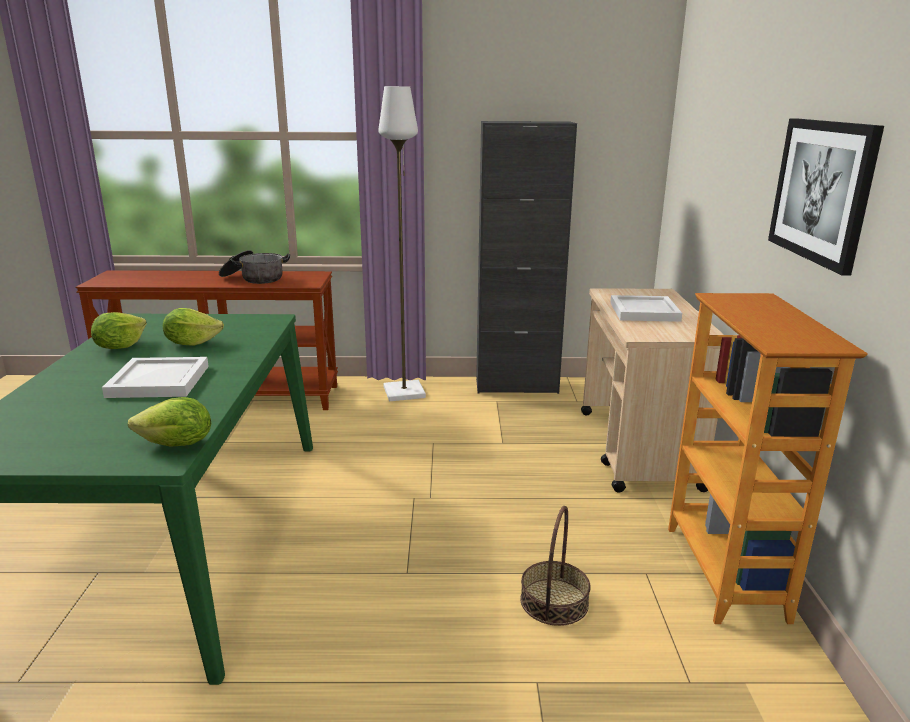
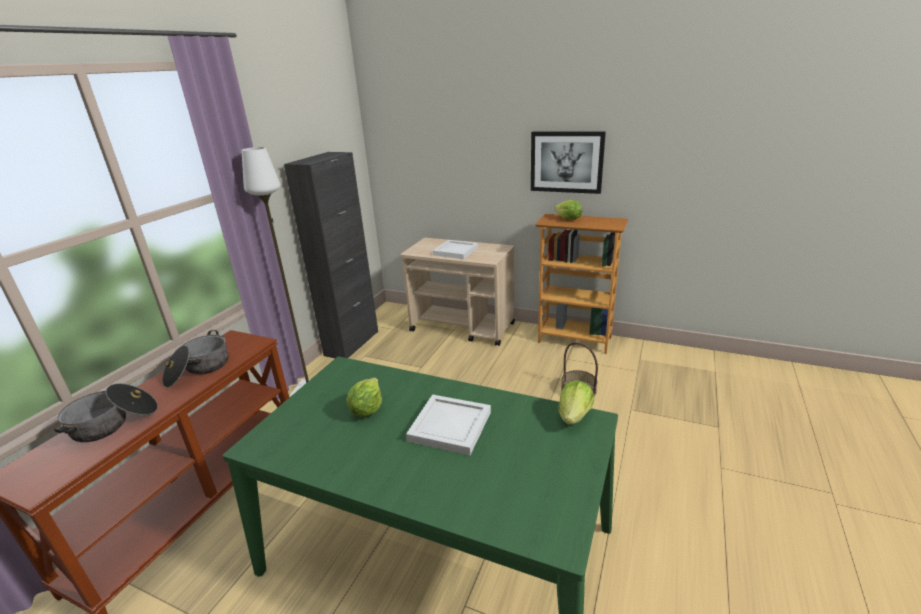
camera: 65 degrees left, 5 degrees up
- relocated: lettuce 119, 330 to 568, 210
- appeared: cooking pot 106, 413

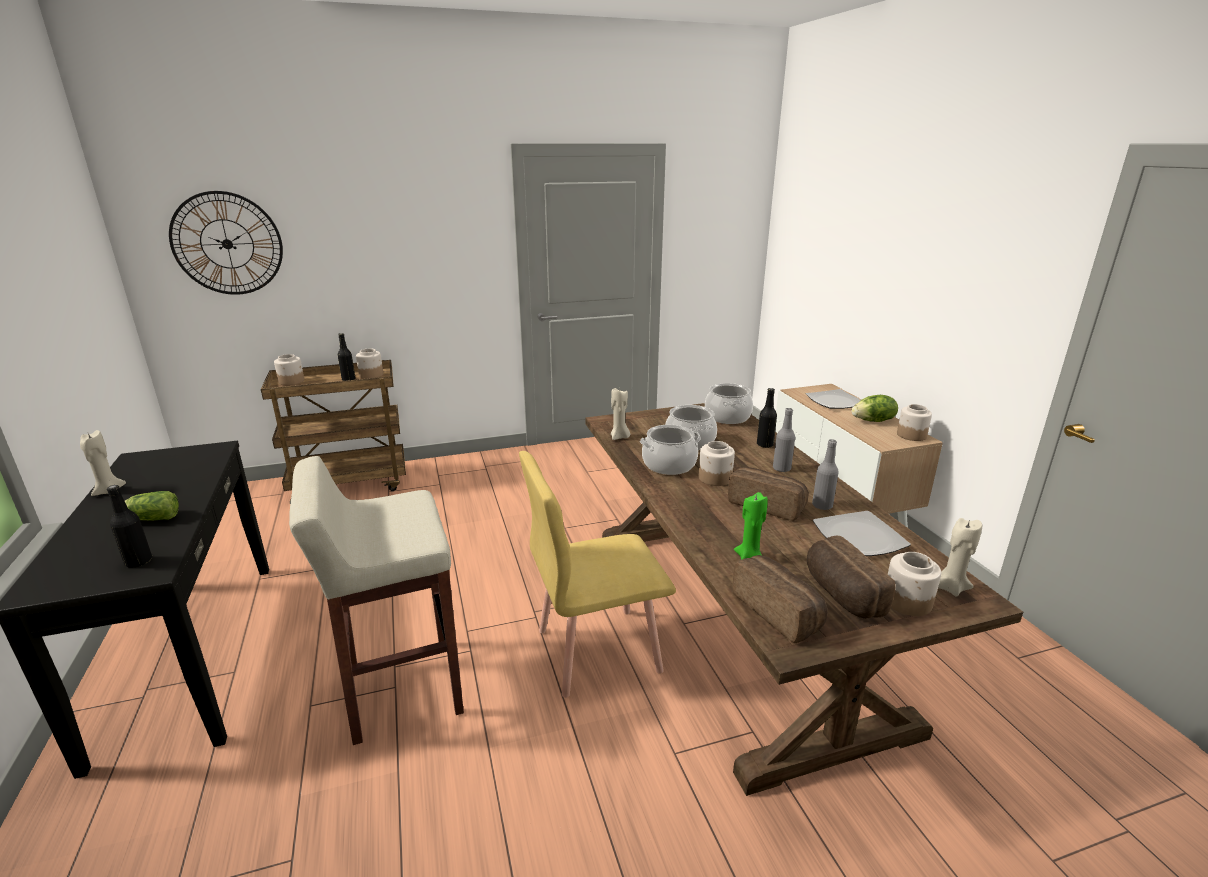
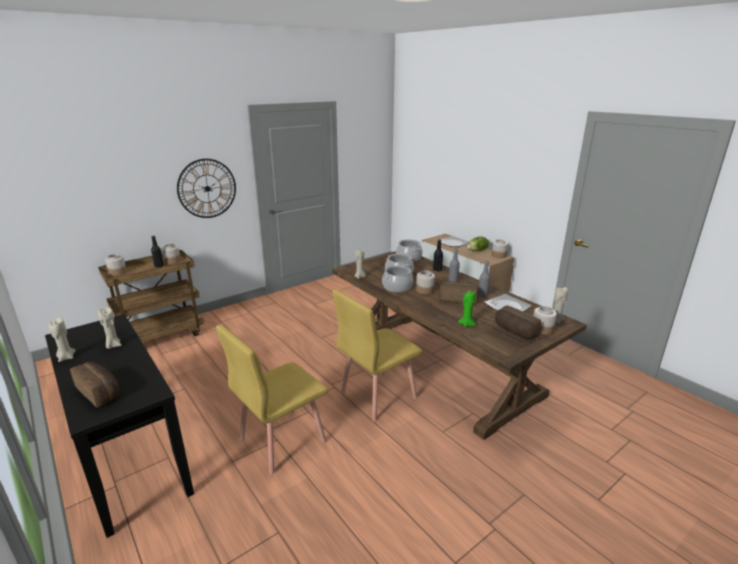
camera: 20 degrees left, 0 degrees up
- relocated: wall clock 226, 243 to 206, 188
- exchanged: beige stool 376, 600 to yellow chair 272, 399
- missing: black bottle 129, 526
- missing: lettuce 152, 506
- relocated: bread 780, 599 to 94, 385
- appeared: beige candle 110, 328

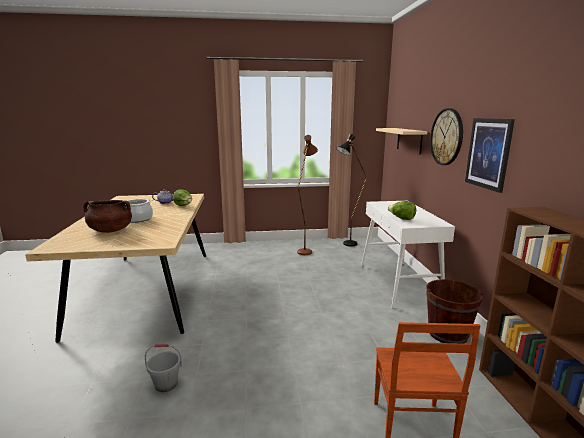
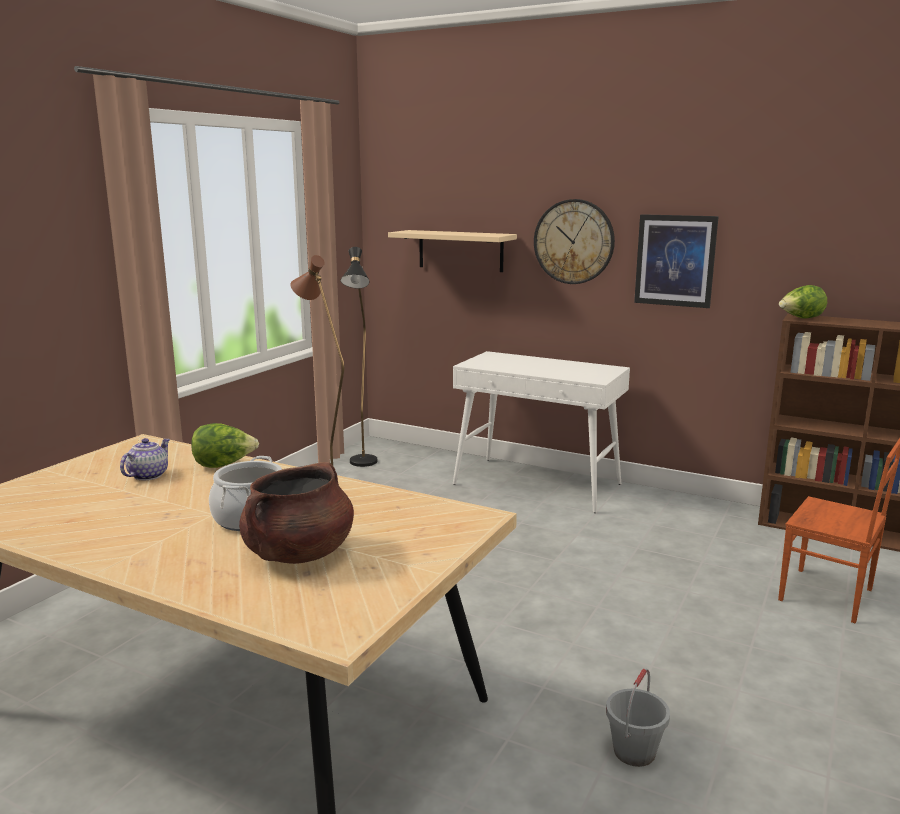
camera: 55 degrees left, 0 degrees up
- relocated: lettuce 402, 210 to 803, 302
- missing: brown bucket 454, 311

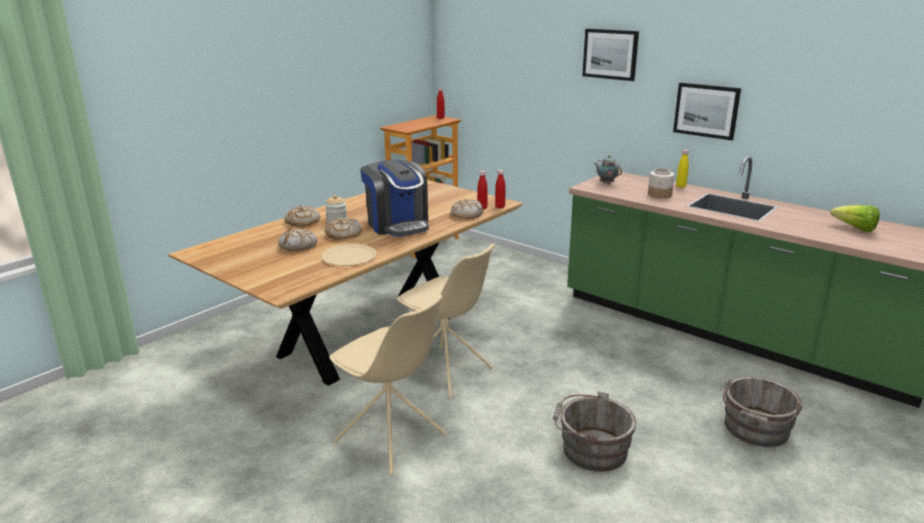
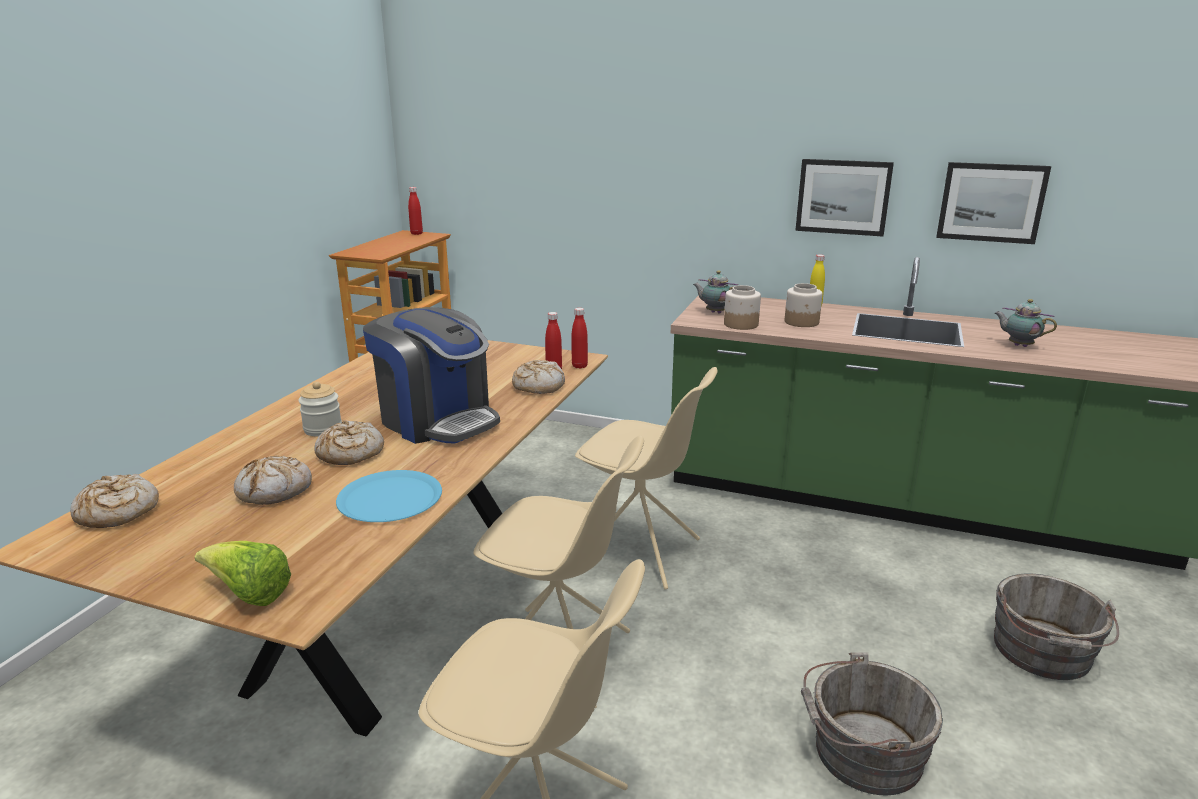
camera: 20 degrees left, 0 degrees up
- relocated: picture 610, 55 to 993, 203
- relocated: bread 302, 215 to 114, 501
- relocated: lettuce 855, 218 to 243, 573
- colour: beige plate 349, 255 to blue plate 389, 496
- appeared: jar 742, 307
- appeared: teapot 1026, 323
- appeared: beige chair 646, 478

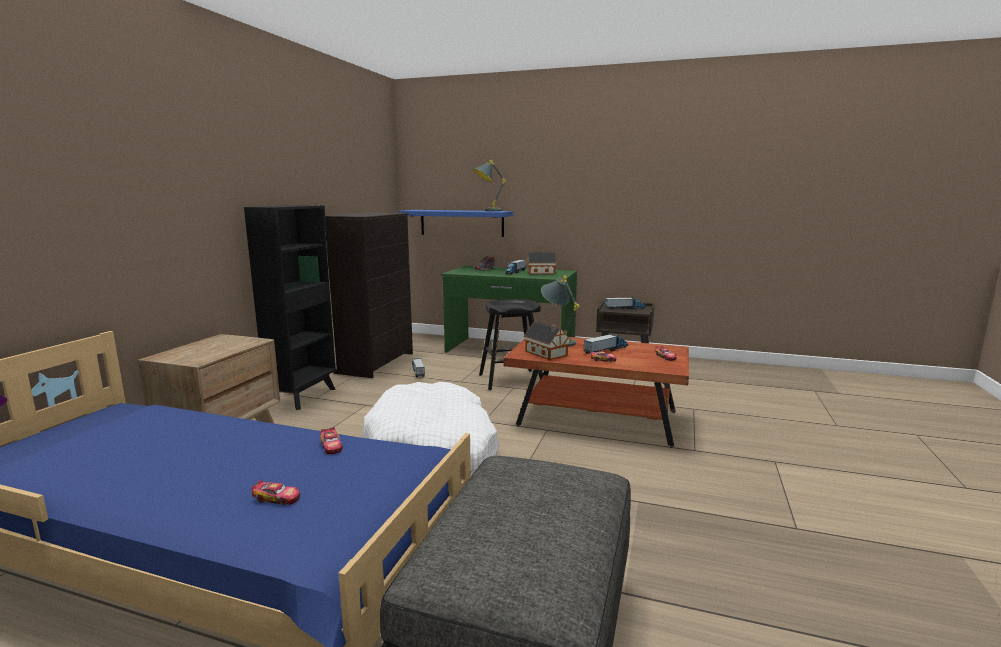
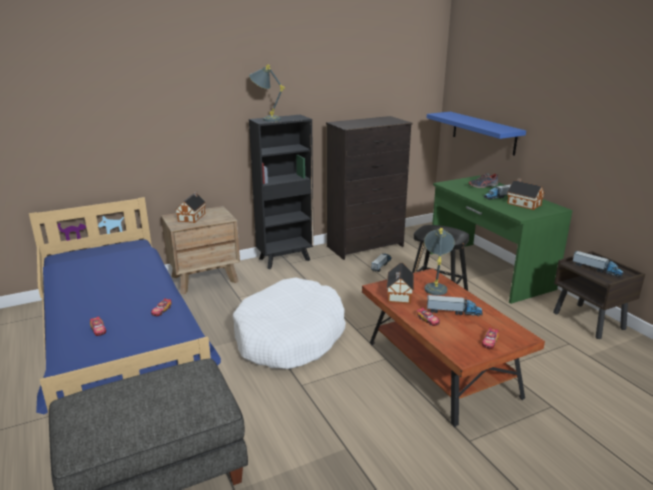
camera: 45 degrees right, 10 degrees up
- relocated: grey table lamp 489, 185 to 267, 93
- appeared: toy house 191, 207

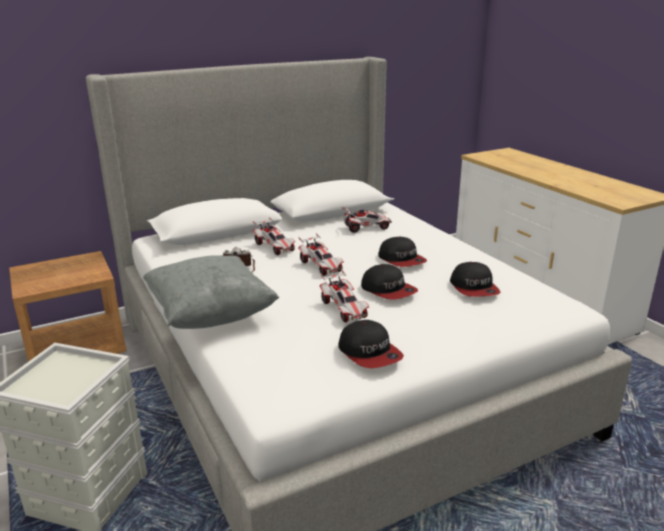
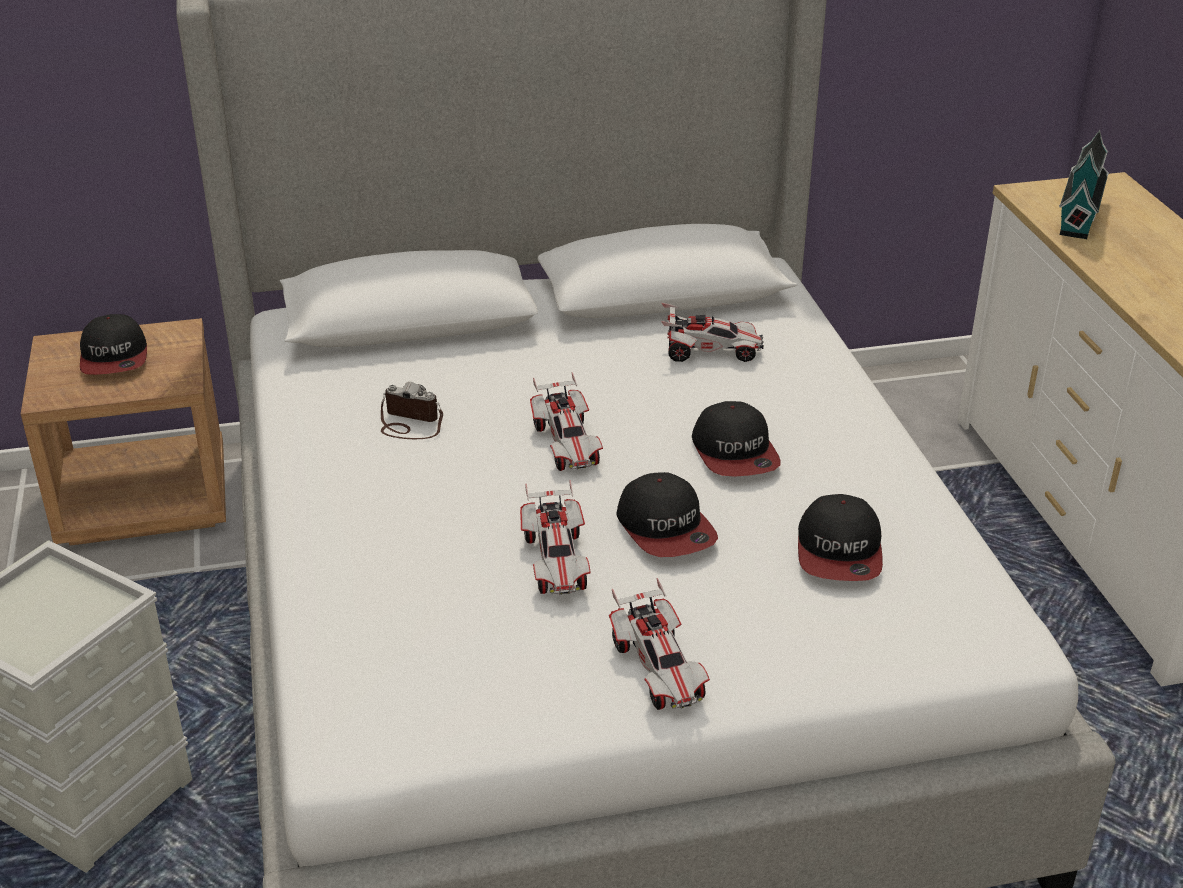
camera: 15 degrees right, 10 degrees up
- relocated: toy car 274, 236 to 659, 644
- missing: grey pillow 211, 292
- relocated: cap 371, 344 to 113, 344
- appeared: toy house 1084, 184

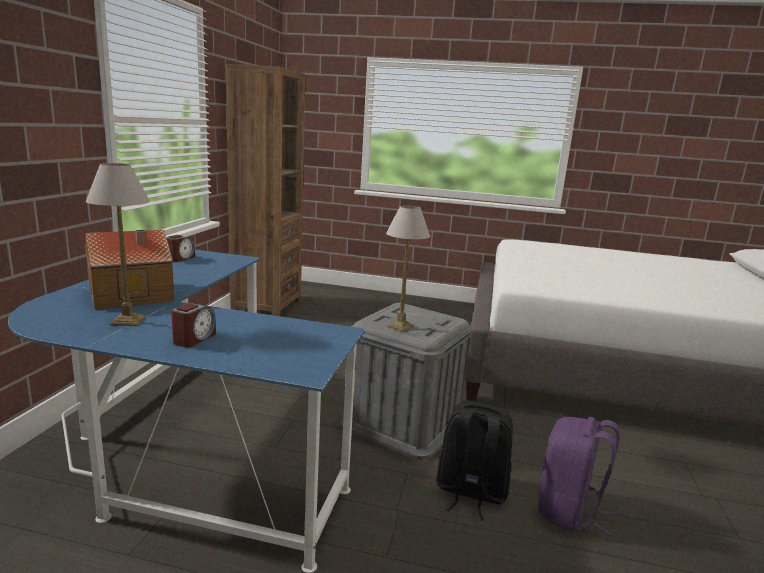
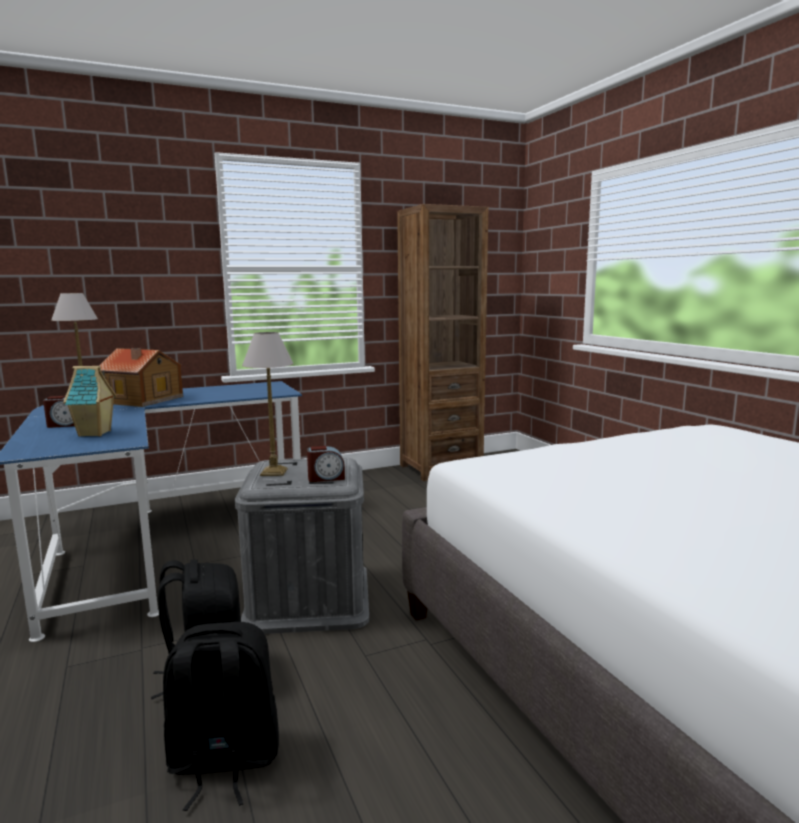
camera: 55 degrees right, 5 degrees down
- relocated: alarm clock 180, 248 to 326, 464
- colour: purple backpack 579, 476 to black backpack 221, 716
- appeared: toy house 90, 401

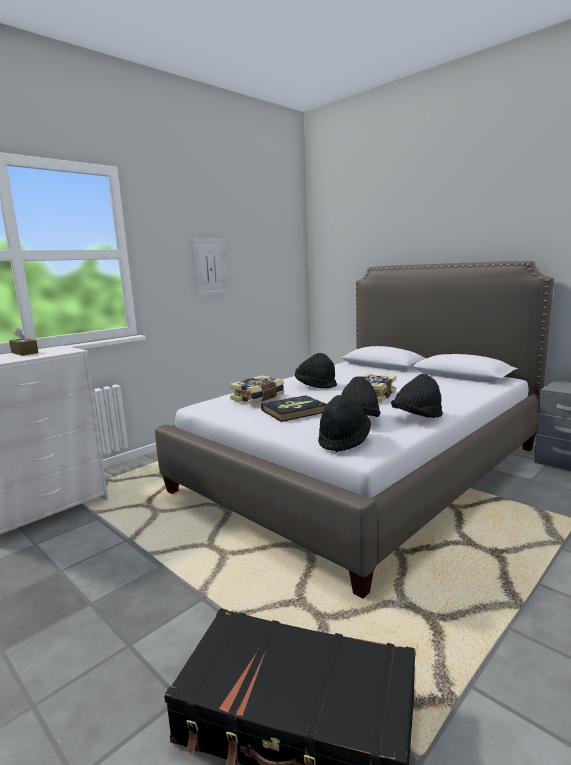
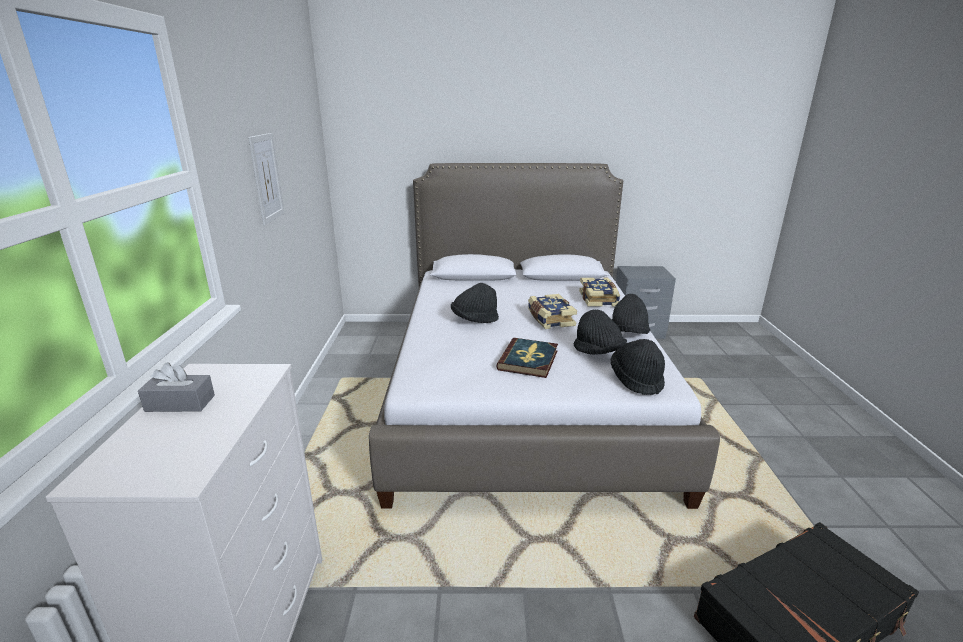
camera: 45 degrees left, 10 degrees up
- colour: brown tissue box 23, 342 to grey tissue box 176, 387
- relocated: book 256, 389 to 599, 292

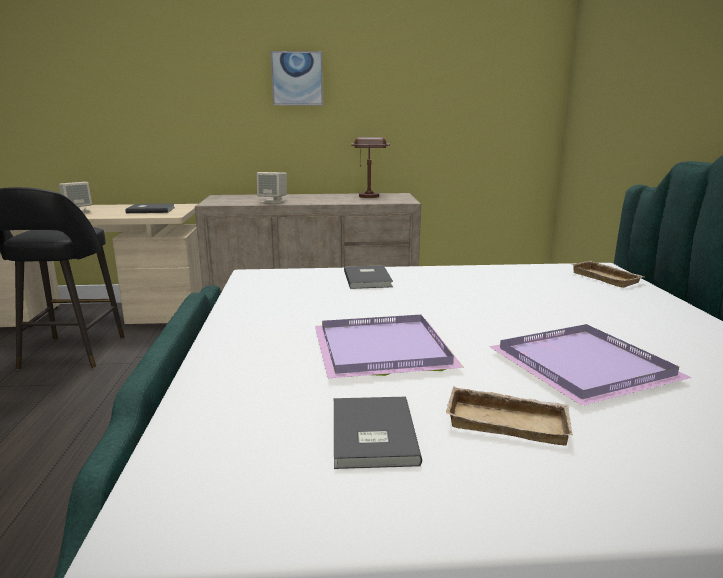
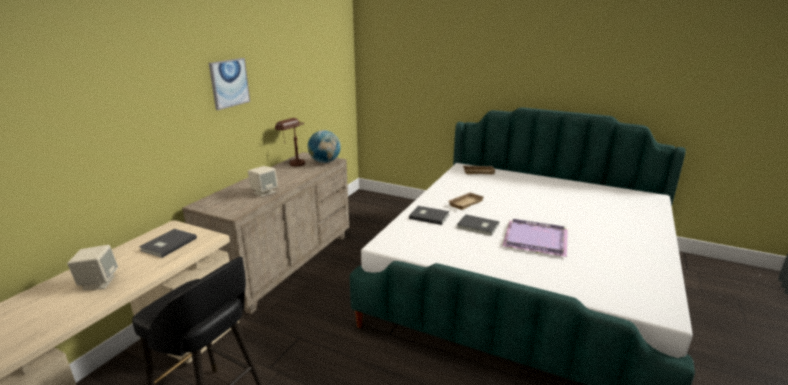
camera: 60 degrees left, 5 degrees up
- missing: purple tray 590, 365
- relocated: beige tray 509, 416 to 465, 201
- relocated: grey book 378, 433 to 478, 225
- appeared: globe 324, 146

